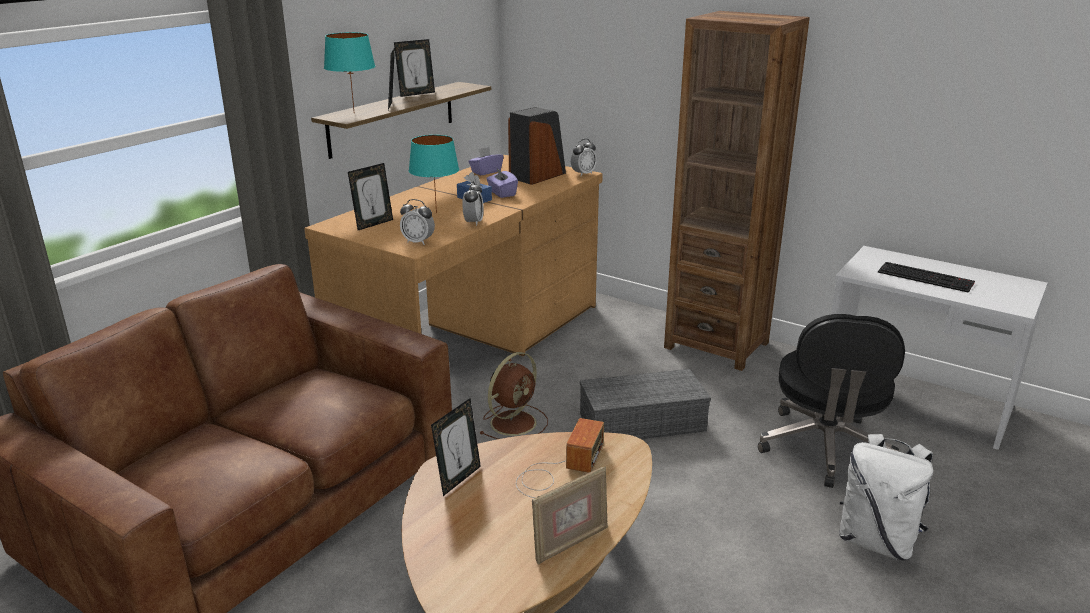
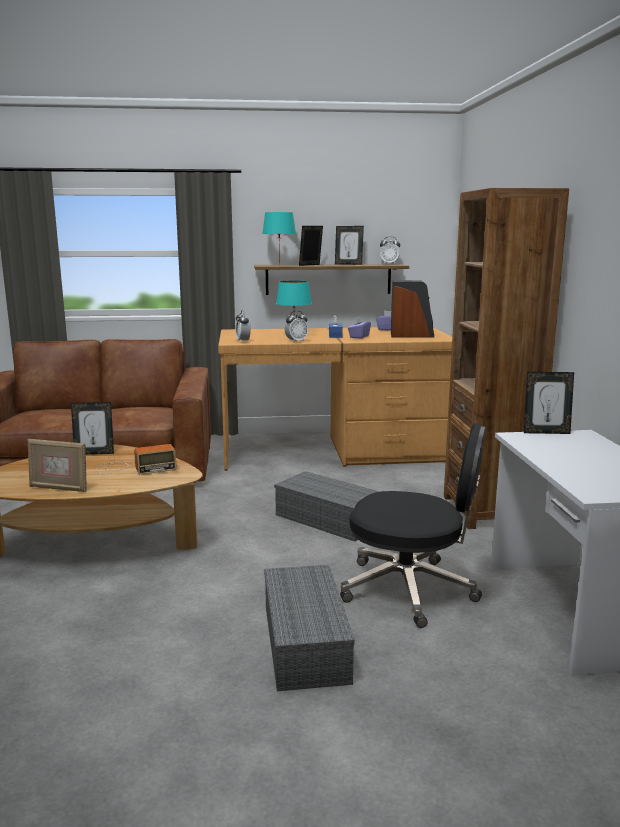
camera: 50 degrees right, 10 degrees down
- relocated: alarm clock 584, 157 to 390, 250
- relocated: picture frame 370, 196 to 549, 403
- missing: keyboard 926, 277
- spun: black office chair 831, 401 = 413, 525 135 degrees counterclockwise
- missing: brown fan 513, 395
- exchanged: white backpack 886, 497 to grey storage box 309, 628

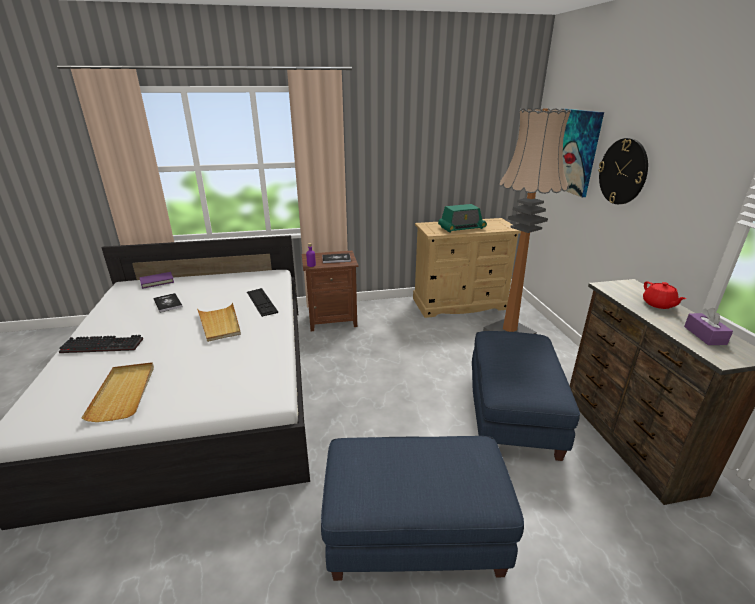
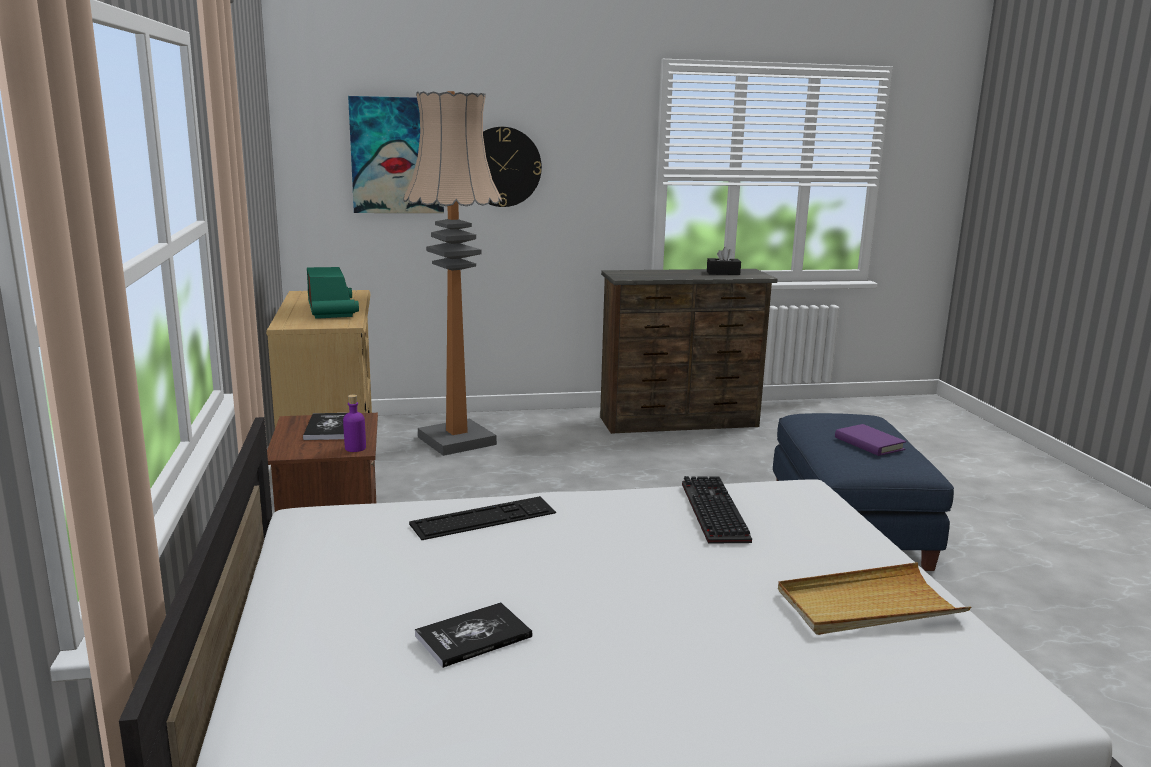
camera: 90 degrees left, 10 degrees down
- relocated: purple book 156, 280 to 870, 440
- missing: red teapot 664, 295
- missing: beige tray 219, 322
- colour: purple tissue box 708, 326 to black tissue box 724, 261
- missing: blue ottoman 526, 396
- relocated: keyboard 101, 344 to 717, 510

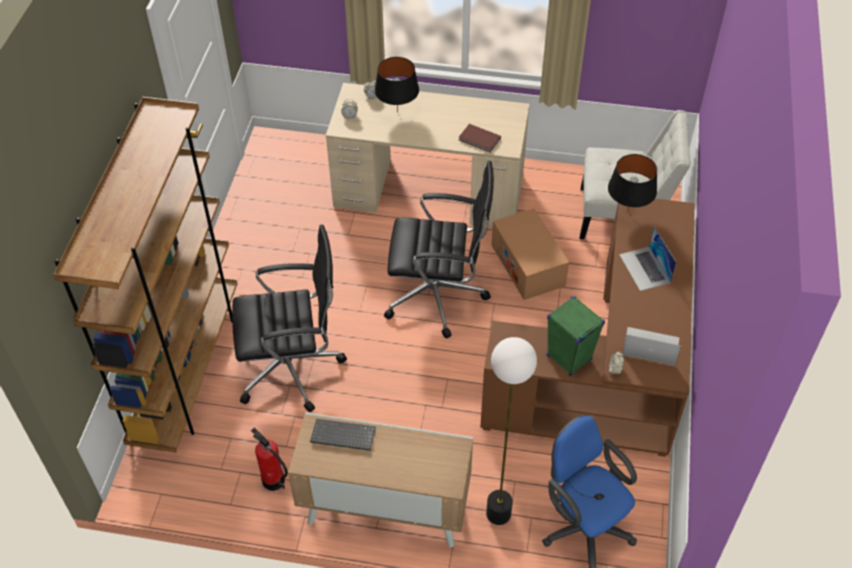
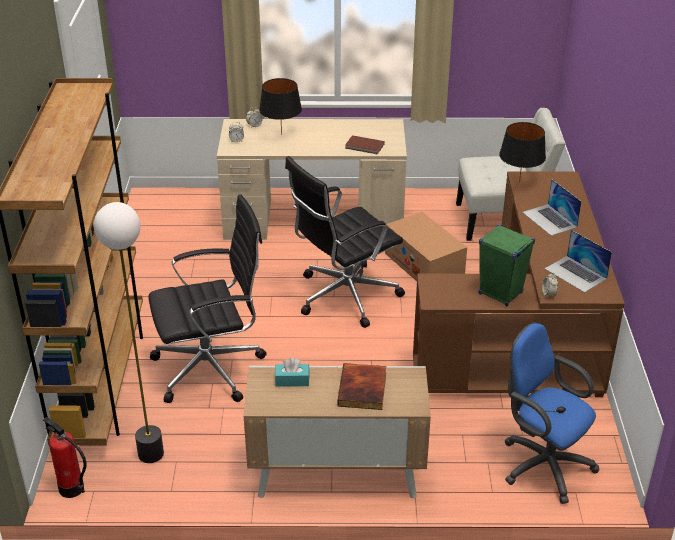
camera: 10 degrees left, 15 degrees down
- spun: black office chair 439, 249 = 345, 242 150 degrees clockwise
- spun: laptop 651, 346 = 578, 261 135 degrees counterclockwise
- relocated: floor lamp 511, 431 to 129, 332
- exchanged: keyboard 343, 435 to turquoise tissue box 292, 372
- relocated: fire extinguisher 269, 459 to 65, 457
- appeared: book 362, 386

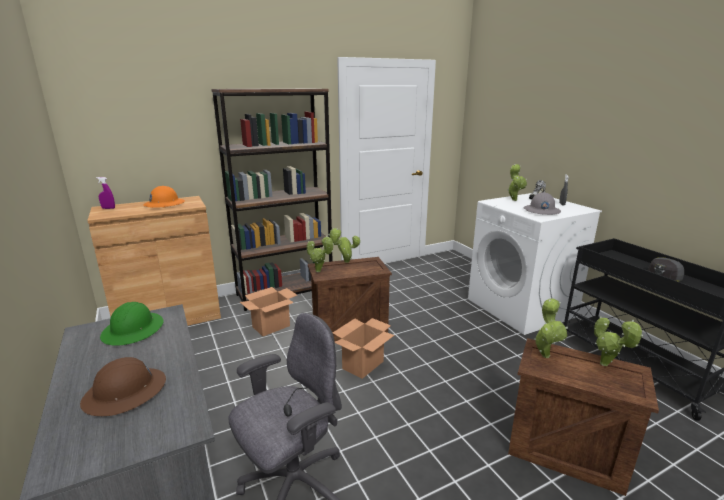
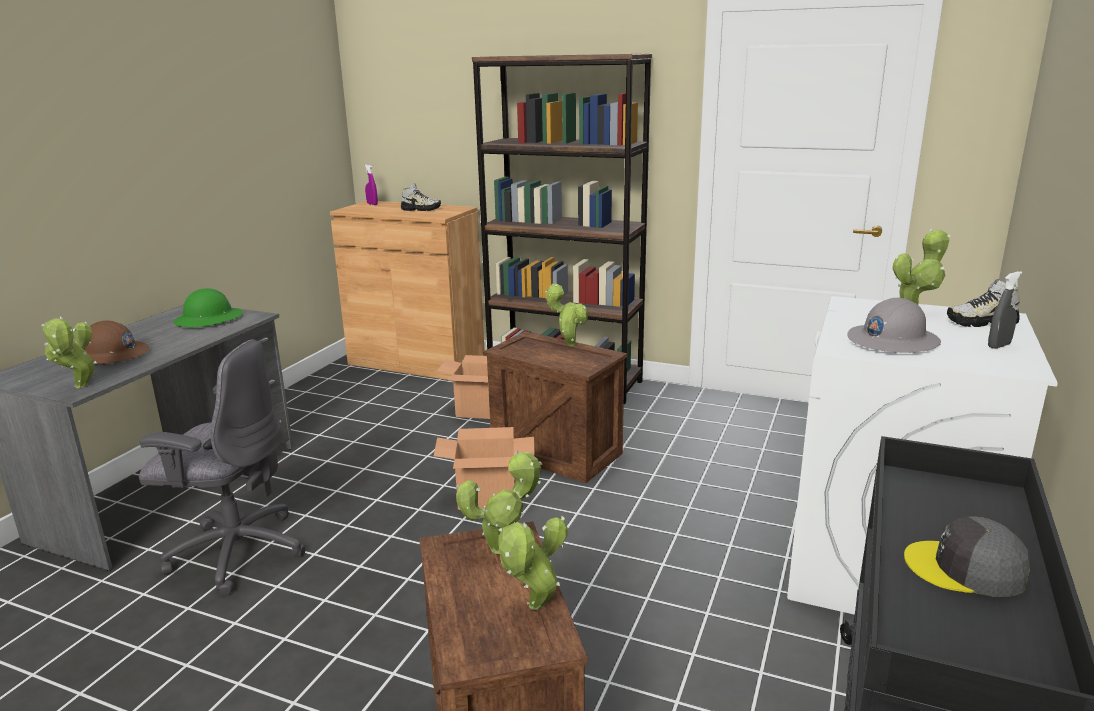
camera: 50 degrees right, 0 degrees up
- exchanged: orange hard hat 164, 197 to shoe 421, 197
- relocated: potted plant 320, 254 to 69, 352

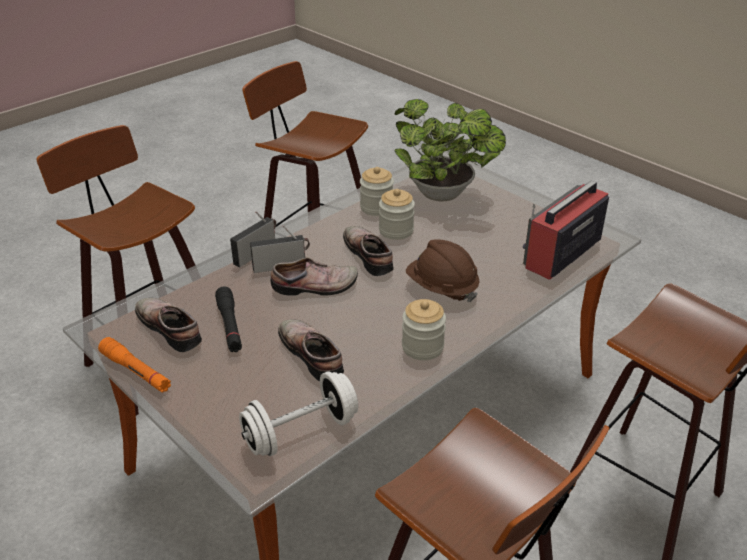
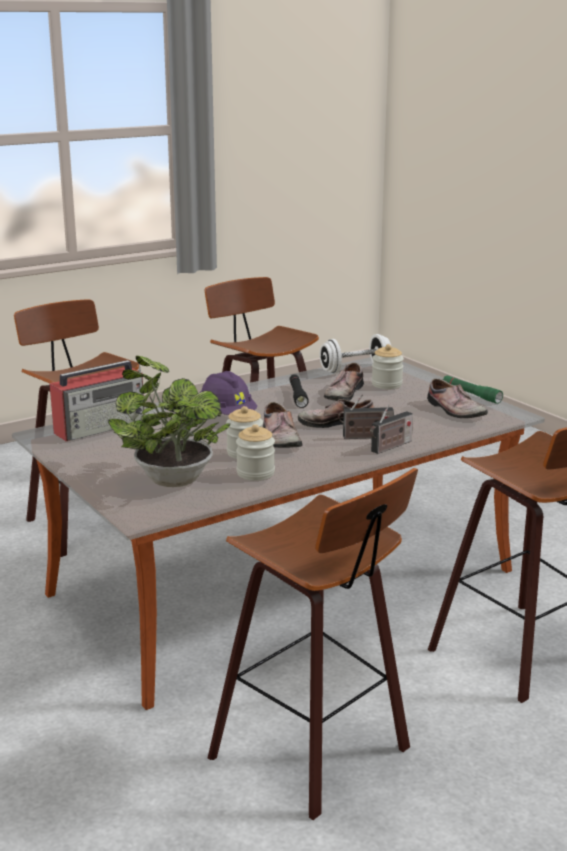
camera: 170 degrees left, 15 degrees down
- colour: brown hard hat 443, 270 to purple hard hat 228, 393
- relocated: black flashlight 228, 319 to 299, 391
- relocated: jar 424, 329 to 388, 366
- spun: shoe 311, 350 = 344, 382 45 degrees clockwise
- colour: orange flashlight 134, 364 to green flashlight 473, 390

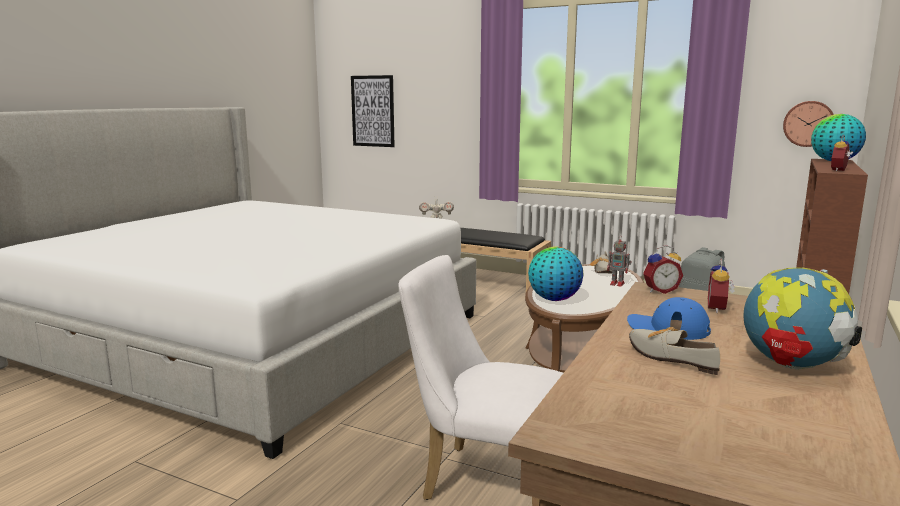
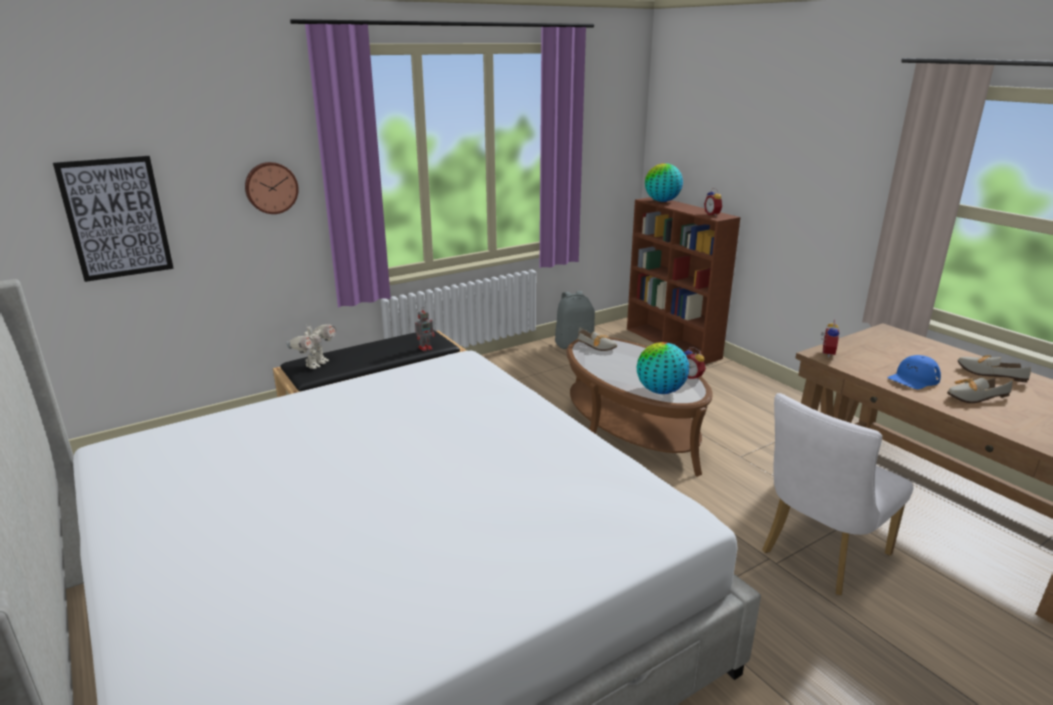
camera: 60 degrees left, 10 degrees up
- relocated: wall clock 808, 124 to 272, 188
- relocated: toy robot 619, 261 to 425, 330
- relocated: alarm clock 721, 286 to 695, 363
- exchanged: globe 802, 318 to shoe 994, 369

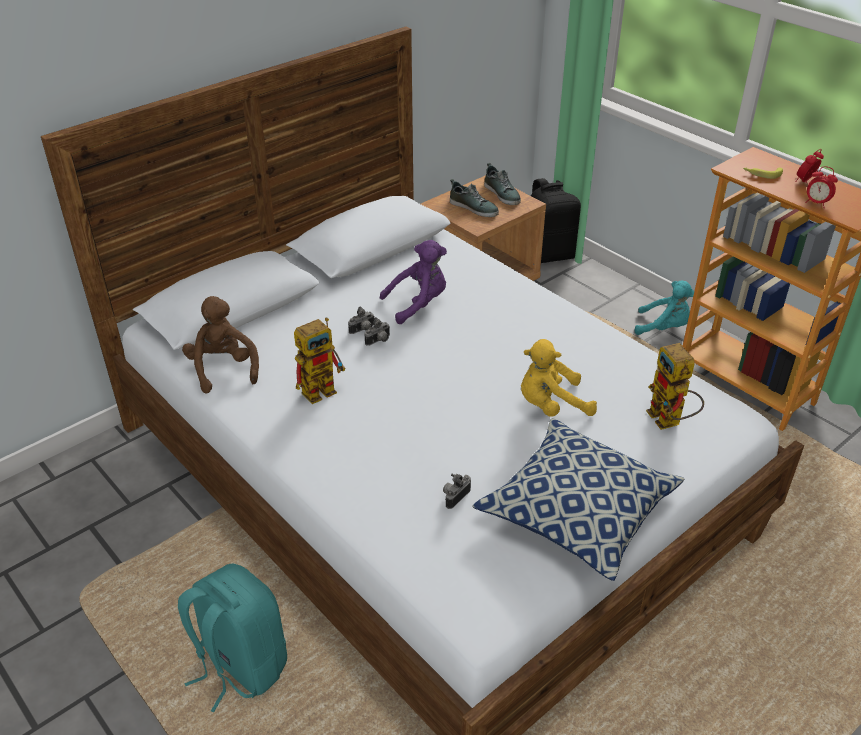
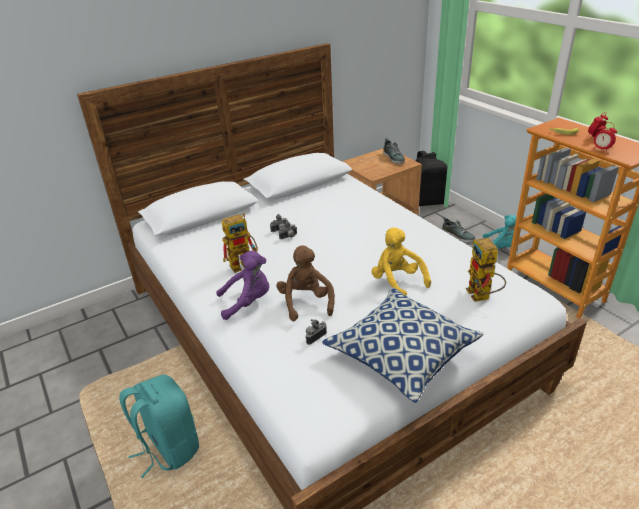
camera: 10 degrees right, 5 degrees down
- relocated: shoe 474, 198 to 458, 230
- relocated: purple plush toy 413, 282 to 242, 285
- relocated: brown plush toy 220, 345 to 305, 283
- spun: yellow plush toy 559, 378 = 401, 262 60 degrees clockwise

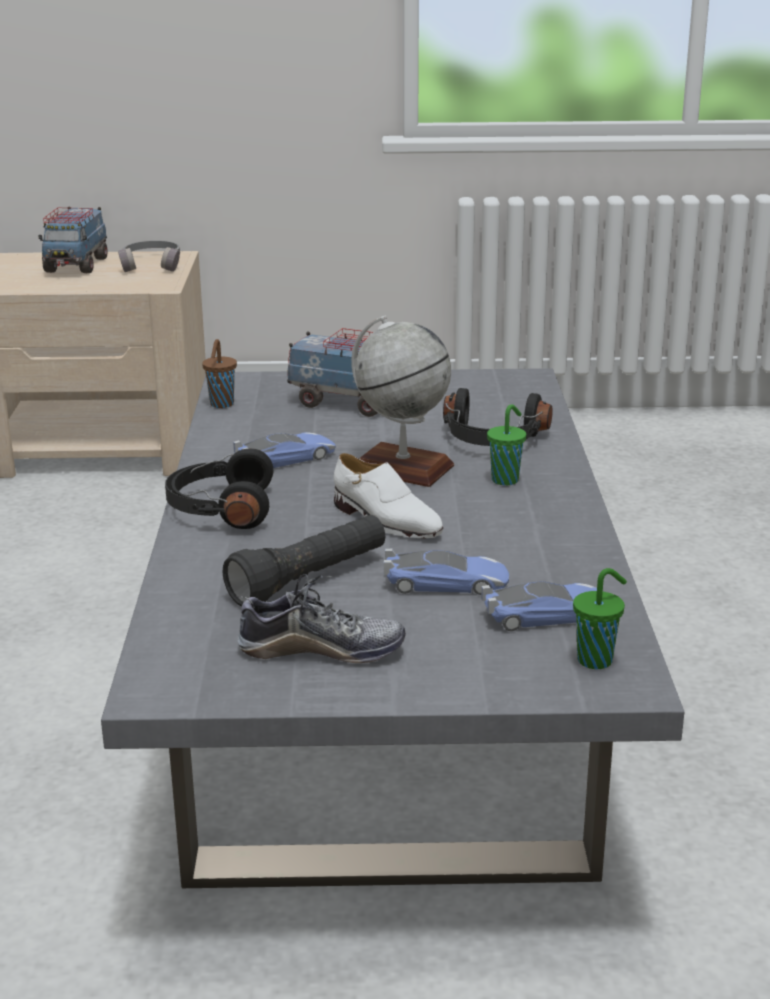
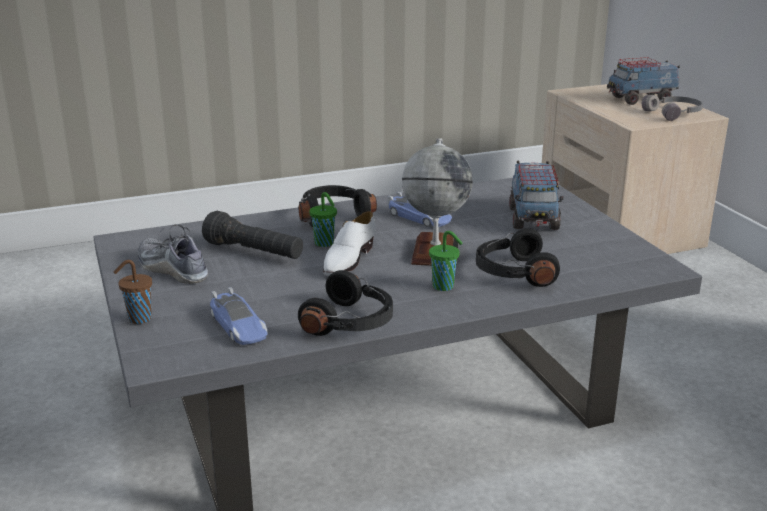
camera: 70 degrees right, 0 degrees up
- relocated: brown cup 219, 373 to 132, 292
- missing: toy car 446, 572
- relocated: green cup 600, 618 to 323, 219
- spun: shoe 321, 618 = 173, 254 150 degrees clockwise
- appeared: black headphones 345, 303

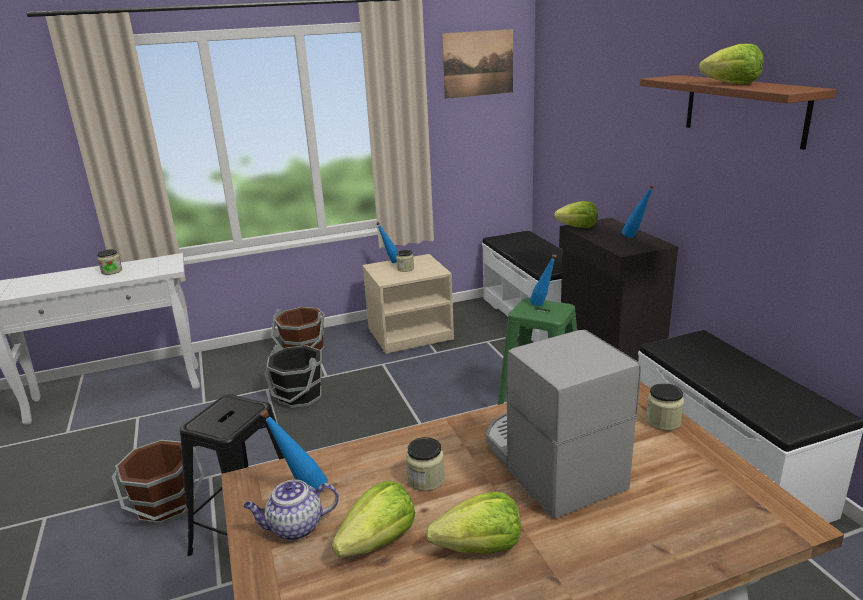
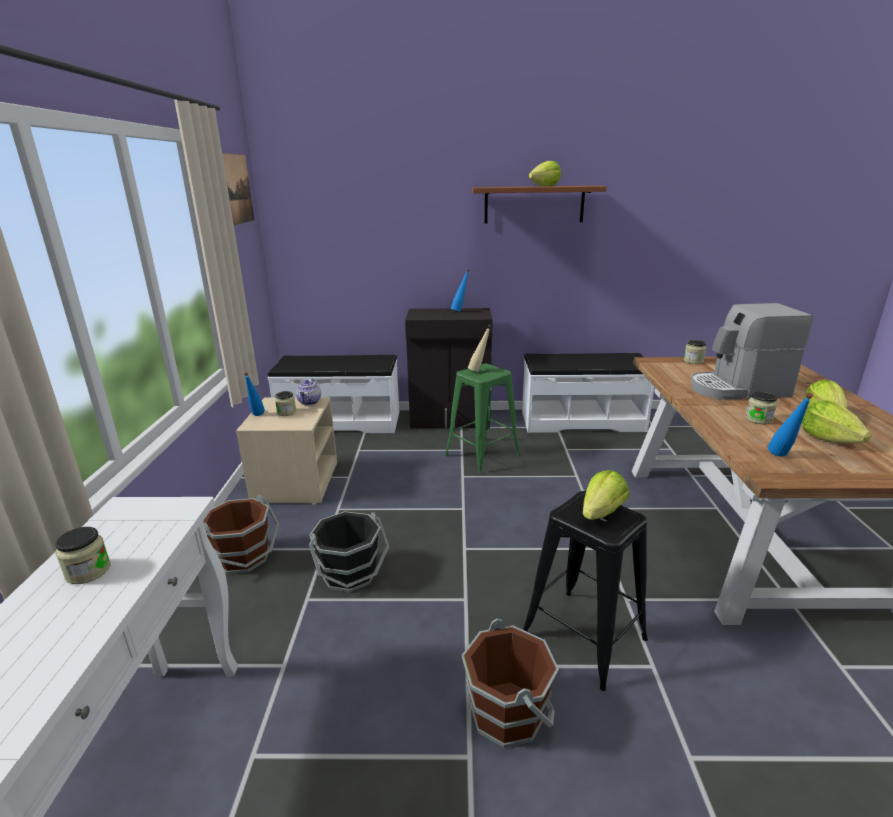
camera: 70 degrees left, 0 degrees up
- relocated: lettuce 576, 214 to 605, 495
- colour: blue bottle 543, 280 to beige bottle 479, 348
- relocated: teapot 291, 510 to 308, 392

